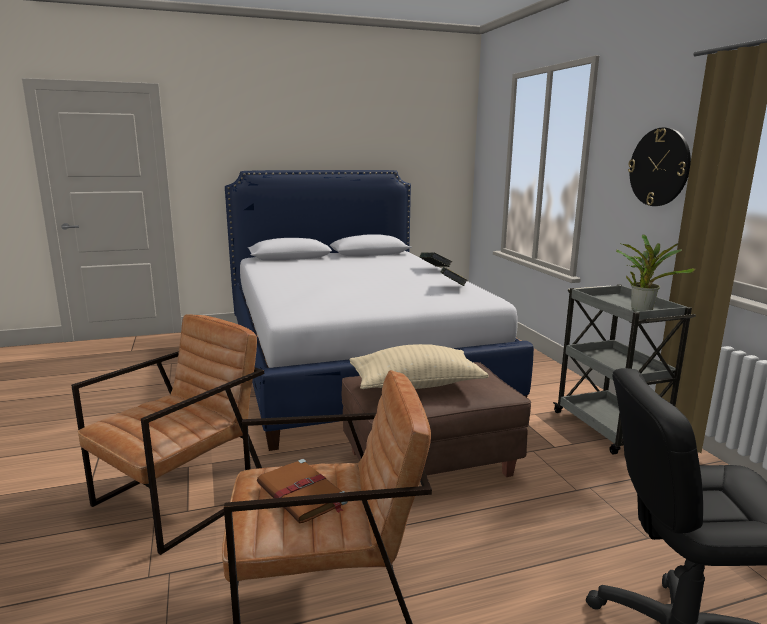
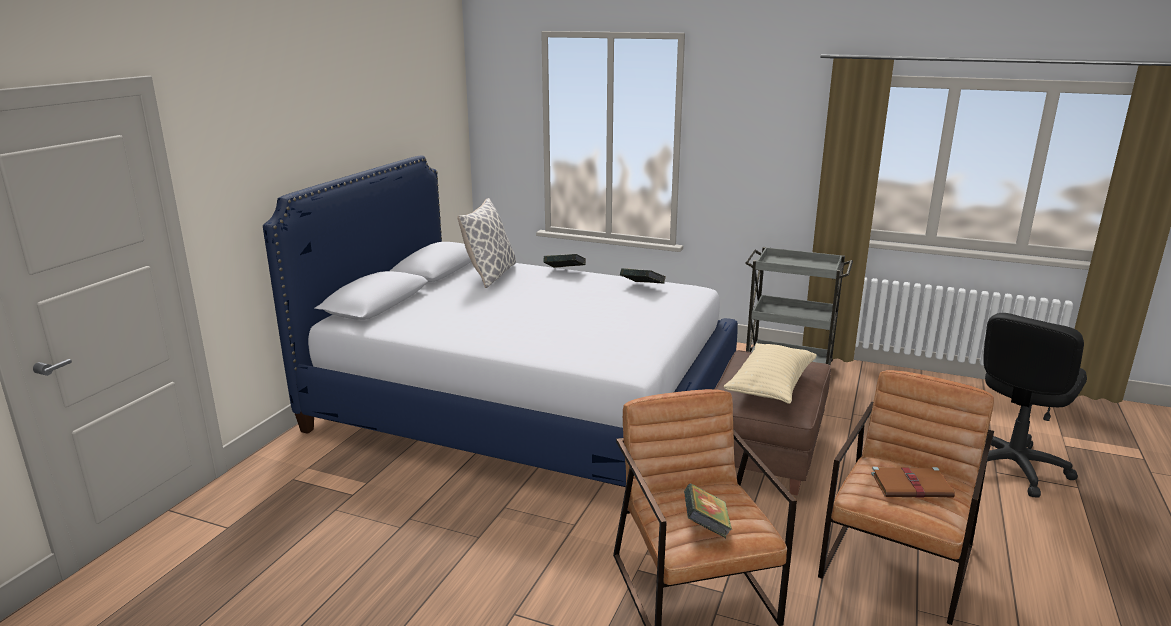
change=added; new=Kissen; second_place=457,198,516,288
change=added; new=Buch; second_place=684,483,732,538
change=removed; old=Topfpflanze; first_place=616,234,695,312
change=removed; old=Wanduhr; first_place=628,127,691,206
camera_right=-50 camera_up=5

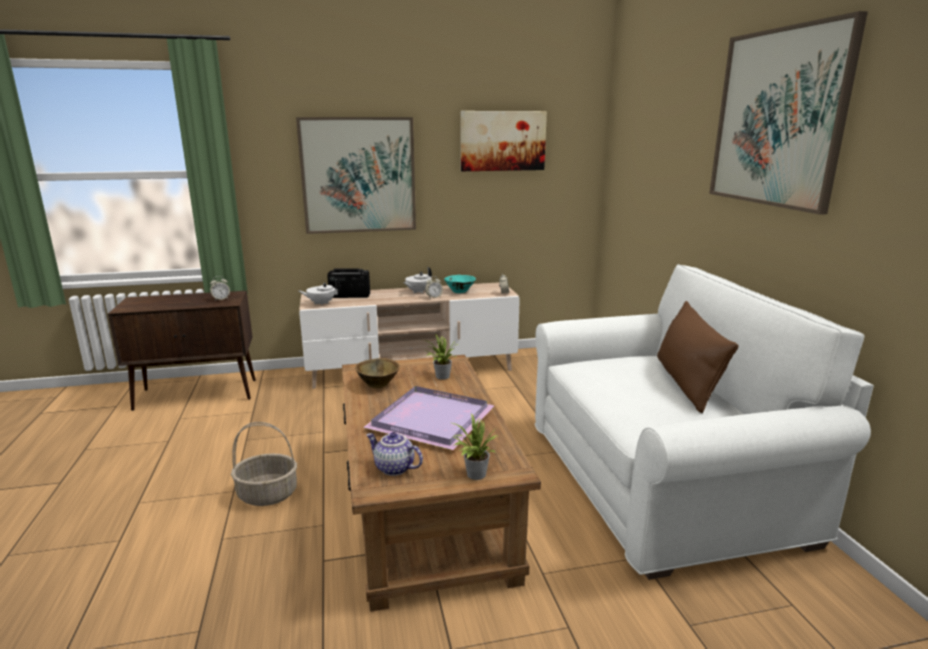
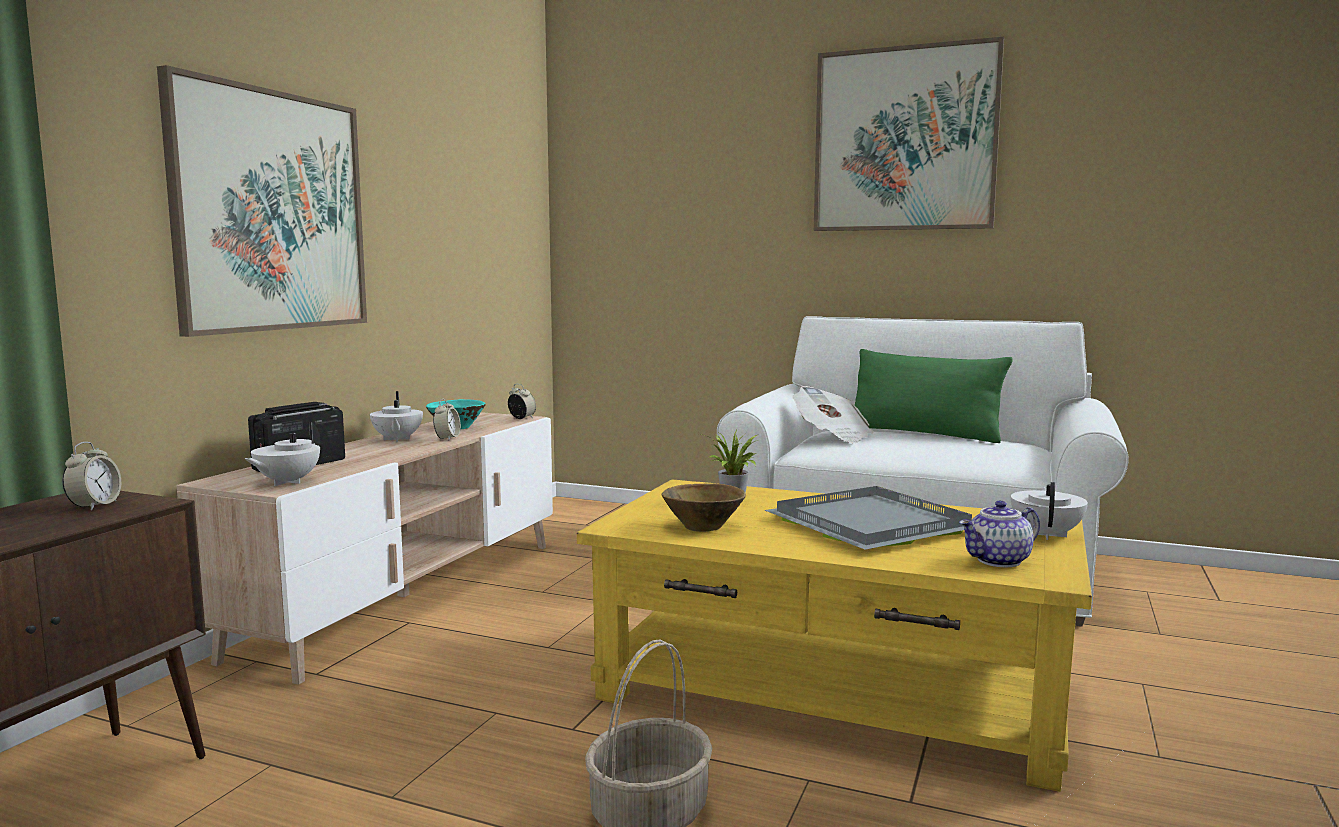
change=recoloured; old=Couchtisch [braun]; new=Couchtisch [gelb]; first_place=342,355,541,612; second_place=577,479,1092,792
change=recoloured; old=Tablett [lila]; new=Tablett [grau]; first_place=363,386,494,450; second_place=765,486,972,550
change=added; new=Zeitung; second_place=792,386,874,443
change=recoloured; old=Kissen [braun]; new=Kissen [grün]; first_place=657,301,739,413; second_place=855,349,1013,443
change=replaced; old=Topfpflanze; new=Teekanne [weiß]; first_place=452,413,497,480; second_place=1011,482,1088,540
change=removed; old=Bild; first_place=461,111,547,171
camera_right=-55 camera_up=-10

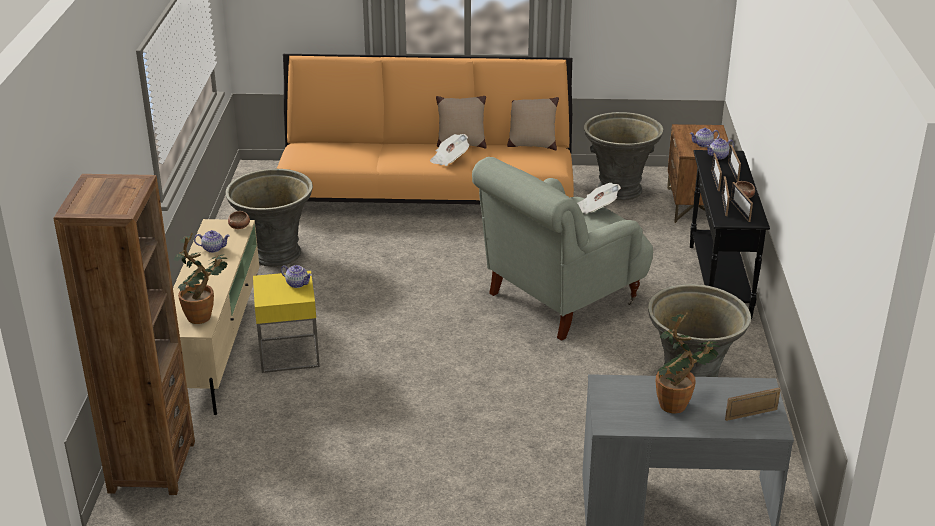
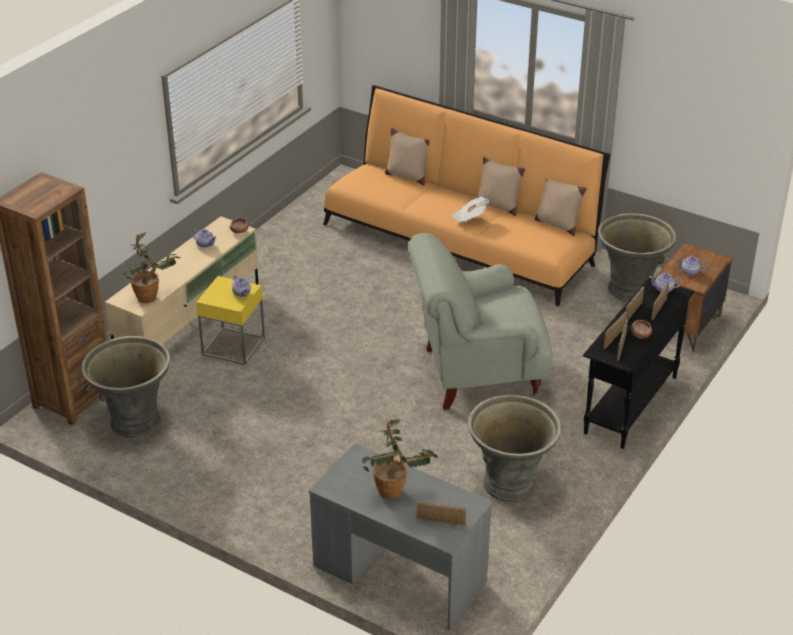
change=moved; old=Pflanzkübel [grau]; first_place=225,169,313,267; second_place=81,336,170,437
change=added; new=Kissen [beige]; second_place=385,128,429,185
change=removed; old=Zeitung; first_place=577,183,621,215
camera_right=30 camera_up=5

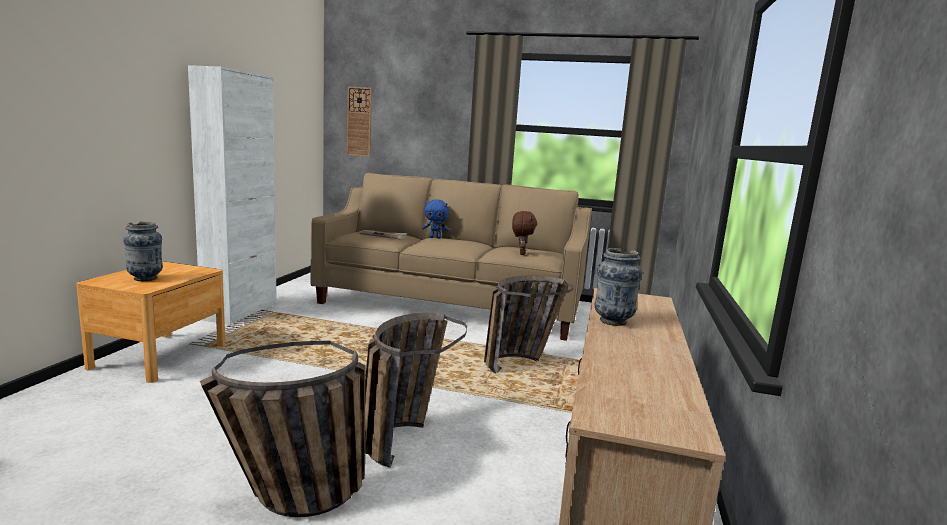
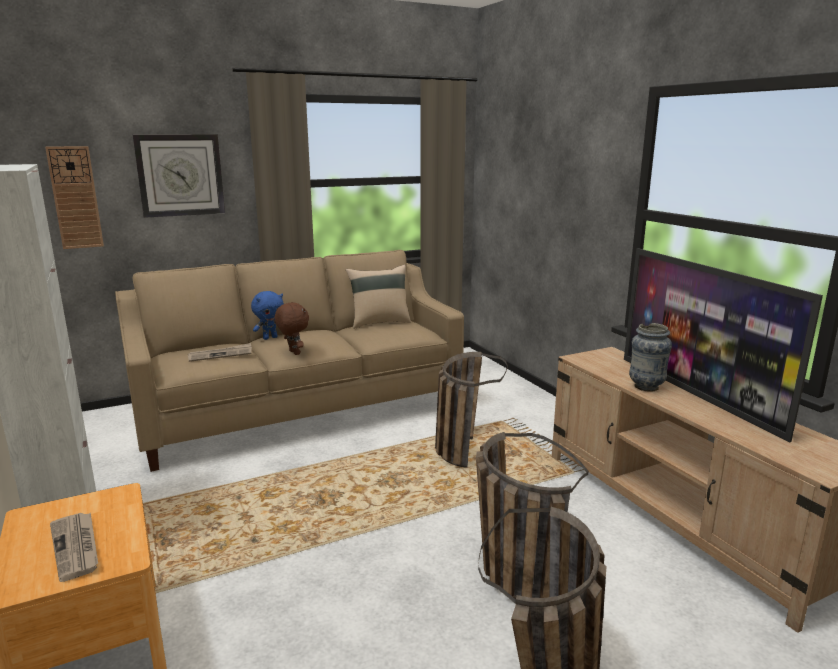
change=replaced; old=Vase; new=Zeitung; first_place=123,221,163,281; second_place=50,513,98,582
change=added; new=Wanduhr; second_place=133,134,225,218
change=moved; old=Plüschtier [braun]; first_place=512,211,537,255; second_place=275,302,309,355
change=added; new=Kissen [beige]; second_place=346,265,411,329
change=added; new=Fernseher; second_place=624,248,823,442
camera_right=-40 camera_up=5

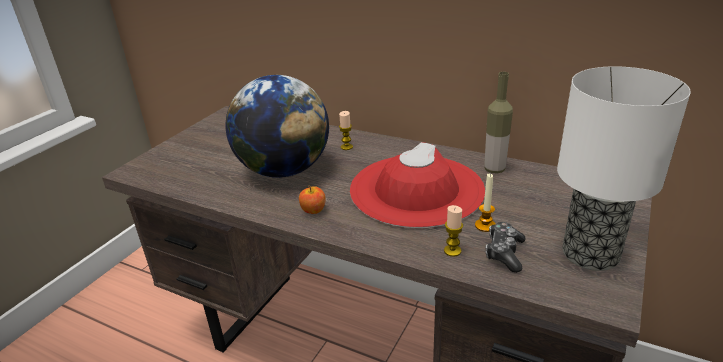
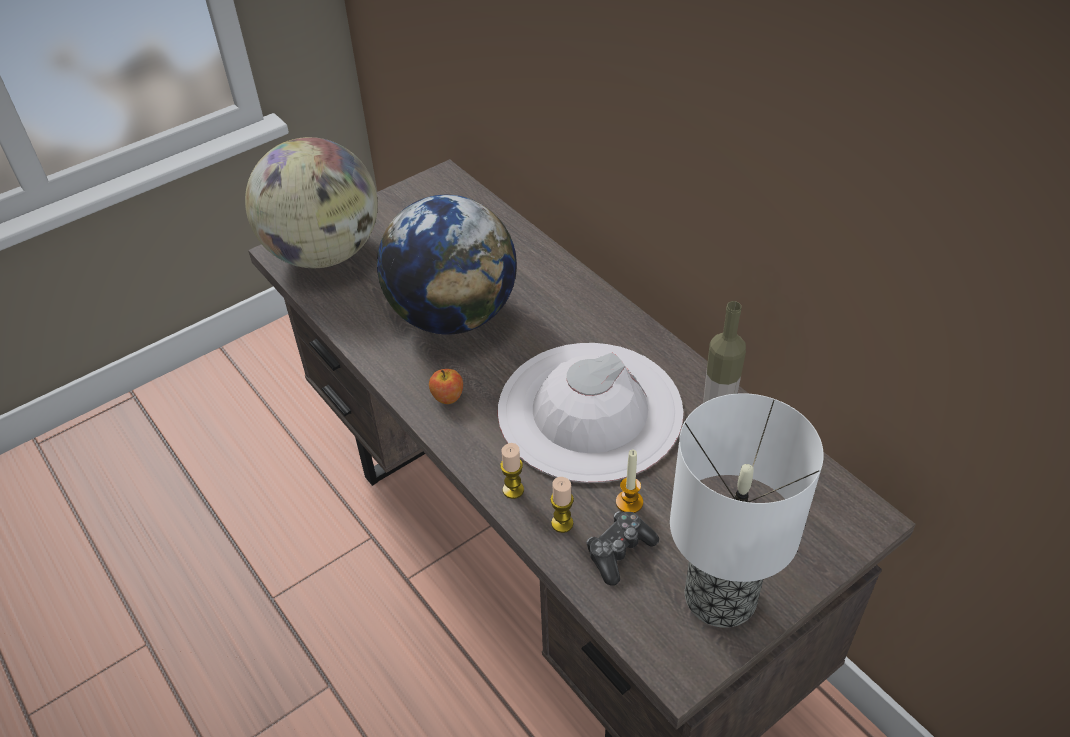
change=added; new=Globus; second_place=245,137,378,268
change=recoloured; old=Hut [rot]; new=Hut [weiß]; first_place=350,142,485,228; second_place=498,343,684,483
change=moved; old=Kerze; first_place=339,111,353,150; second_place=500,443,524,499
camera_right=25 camera_up=15

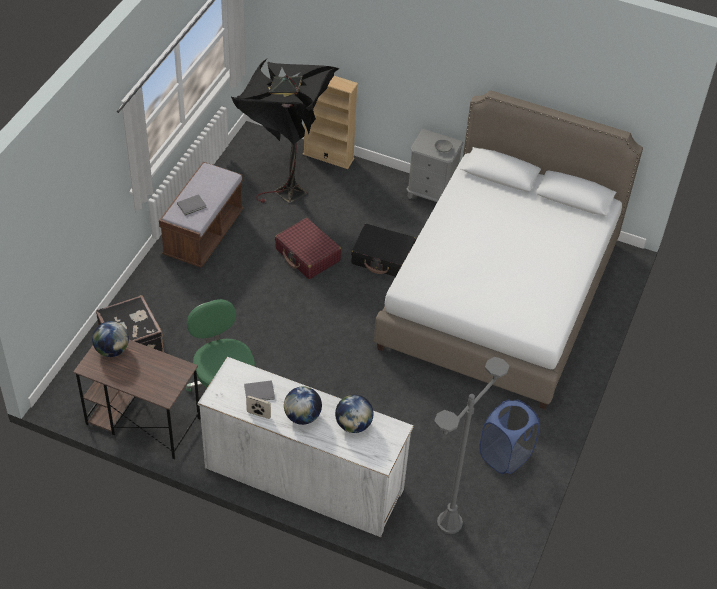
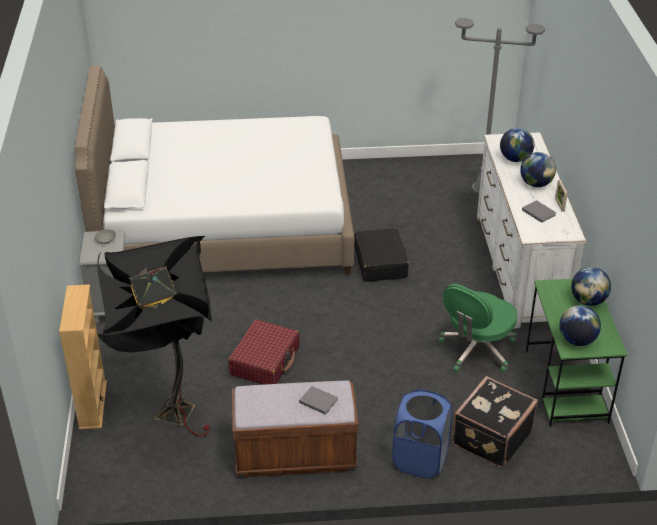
change=moved; old=Koffer [schwarz]; first_place=351,224,416,277; second_place=354,228,409,282
change=moved; old=Wäschekorb [blau]; first_place=479,400,540,474; second_place=392,389,453,478
change=recoloured; old=Schreibtisch [braun]; new=Schreibtisch [grün]; first_place=73,340,201,459; second_place=526,279,627,427
change=added; new=Globus; second_place=571,267,611,306
camera_right=-115 camera_up=-10

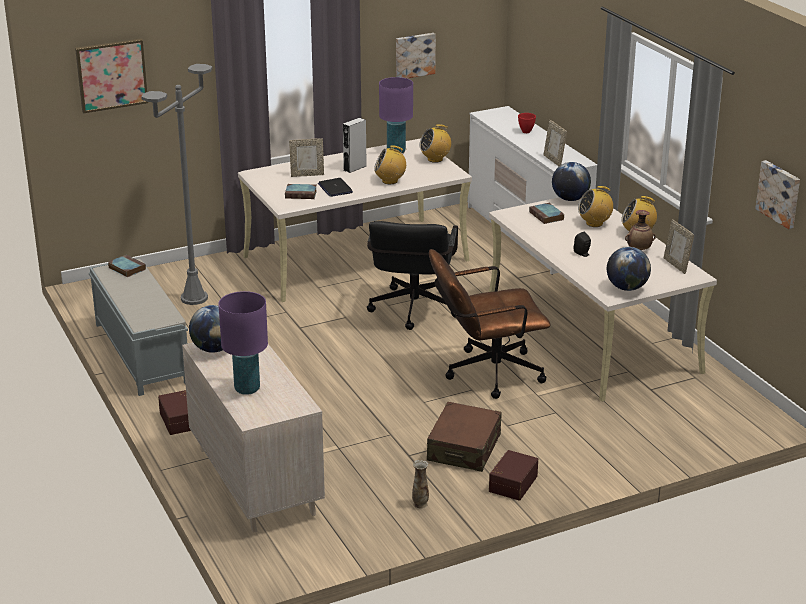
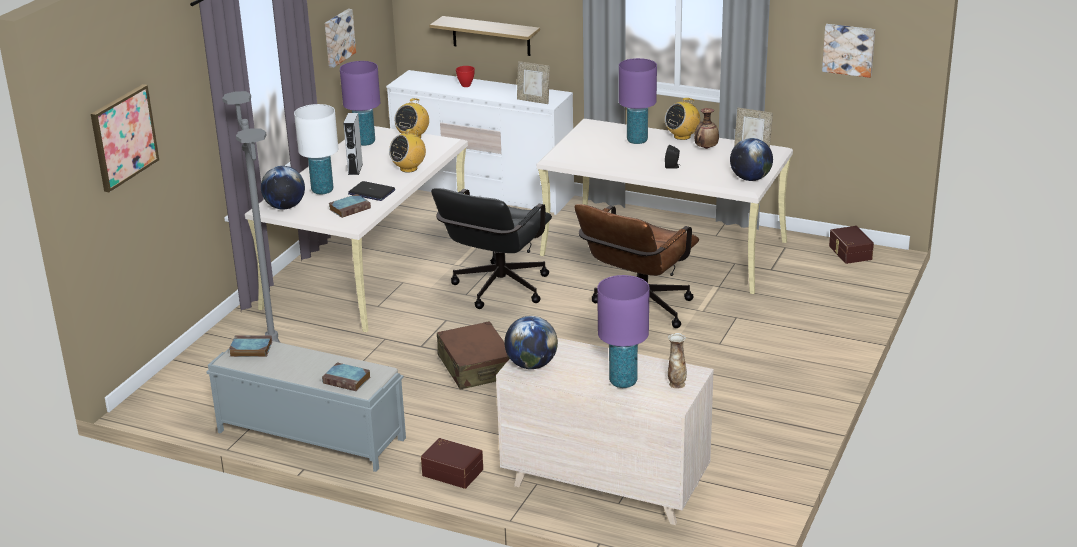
change=moved; old=Globus; first_place=552,162,591,201; second_place=261,166,305,210
change=replaced; old=Bilderrahmen; new=Tischlampe [weiß]; first_place=289,138,324,177; second_place=294,104,338,195
change=moved; old=Buch; first_place=529,203,564,224; second_place=322,362,370,391
change=added; new=Wandregal; second_place=430,16,540,56
change=turned; old=Bürostuhl [schwarz]; first_place=367,221,458,330; second_place=431,188,552,309; degrees=60
change=moved; old=Koffer [braun]; first_place=427,402,502,472; second_place=437,321,510,390
change=replaced; old=Radio; new=Tischlampe [lila]; first_place=578,186,613,227; second_place=619,58,657,144
change=moved; old=Vase; first_place=412,460,429,508; second_place=668,333,687,389
change=moved; old=Aufbewahrungsbox [braun]; first_place=489,450,538,501; second_place=829,226,874,264
camera_right=-40 camera_up=0

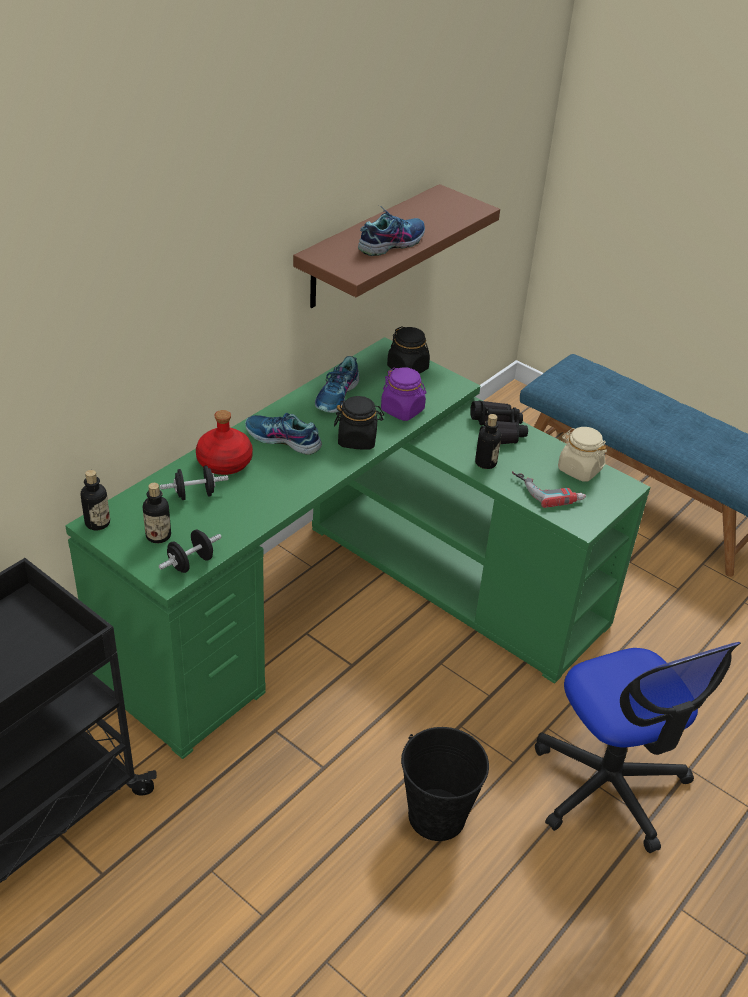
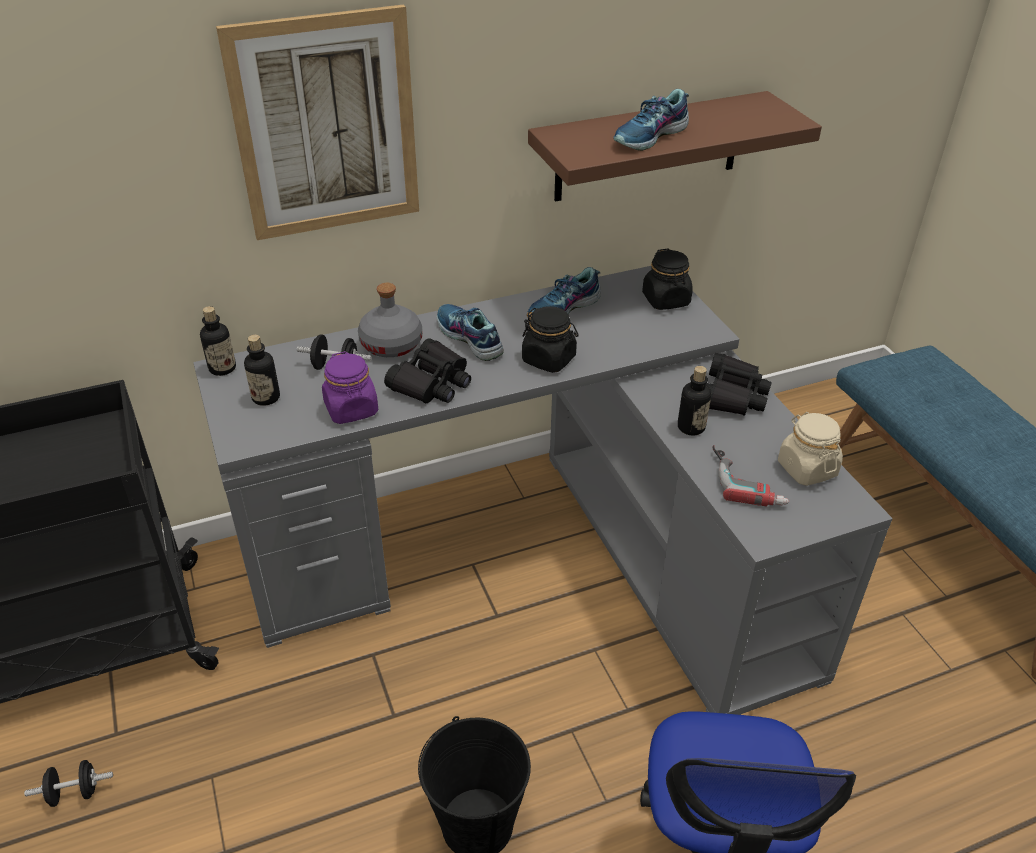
change=moved; old=Hantel [schwarz]; first_place=159,530,222,573; second_place=24,760,113,807
change=recoloured; old=Schreibtisch [grün]; new=Schreibtisch [grau]; first_place=65,337,650,759; second_place=193,266,892,715
change=added; new=Bild; second_place=216,4,419,240
change=moved; old=Vorratsglas [lila]; first_place=381,367,426,421; second_place=322,351,378,424
change=recoloured; old=Flasche [rot]; new=Flasche [grau]; first_place=196,410,253,475; second_place=358,283,422,357
change=added; new=Fernglas [schwarz]; second_place=384,338,471,403
change=turned; old=Schuh; first_place=358,205,425,256; second_place=614,89,689,151; degrees=150
camera_right=30 camera_up=0

